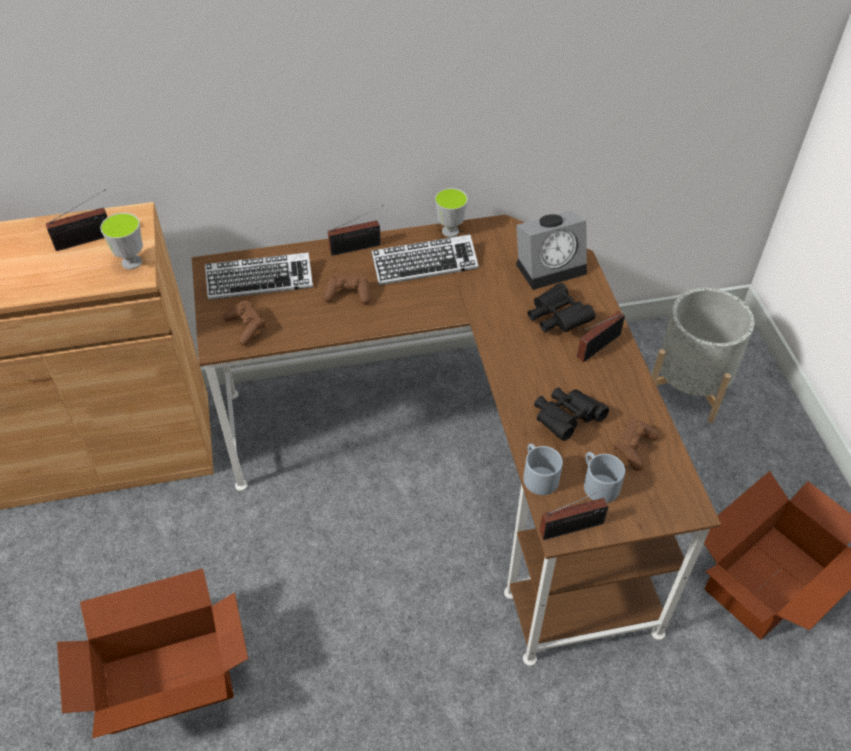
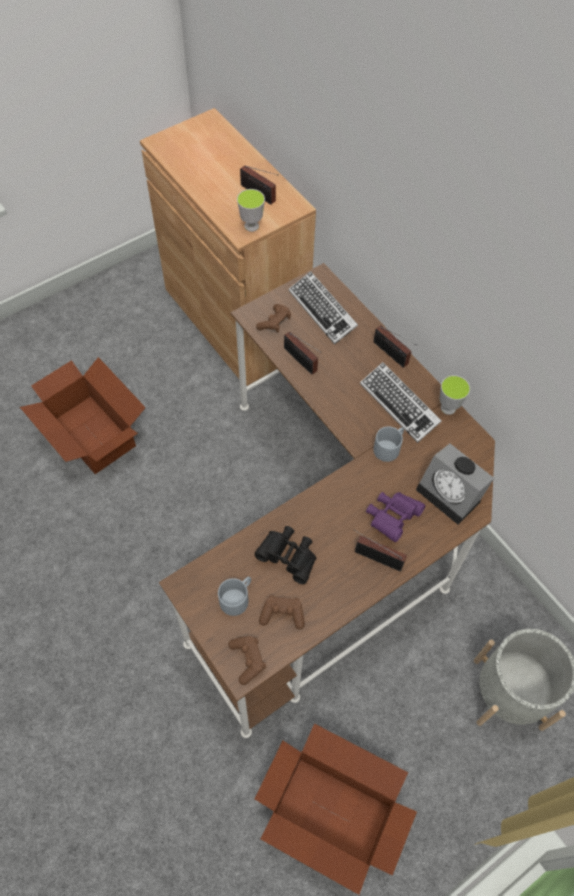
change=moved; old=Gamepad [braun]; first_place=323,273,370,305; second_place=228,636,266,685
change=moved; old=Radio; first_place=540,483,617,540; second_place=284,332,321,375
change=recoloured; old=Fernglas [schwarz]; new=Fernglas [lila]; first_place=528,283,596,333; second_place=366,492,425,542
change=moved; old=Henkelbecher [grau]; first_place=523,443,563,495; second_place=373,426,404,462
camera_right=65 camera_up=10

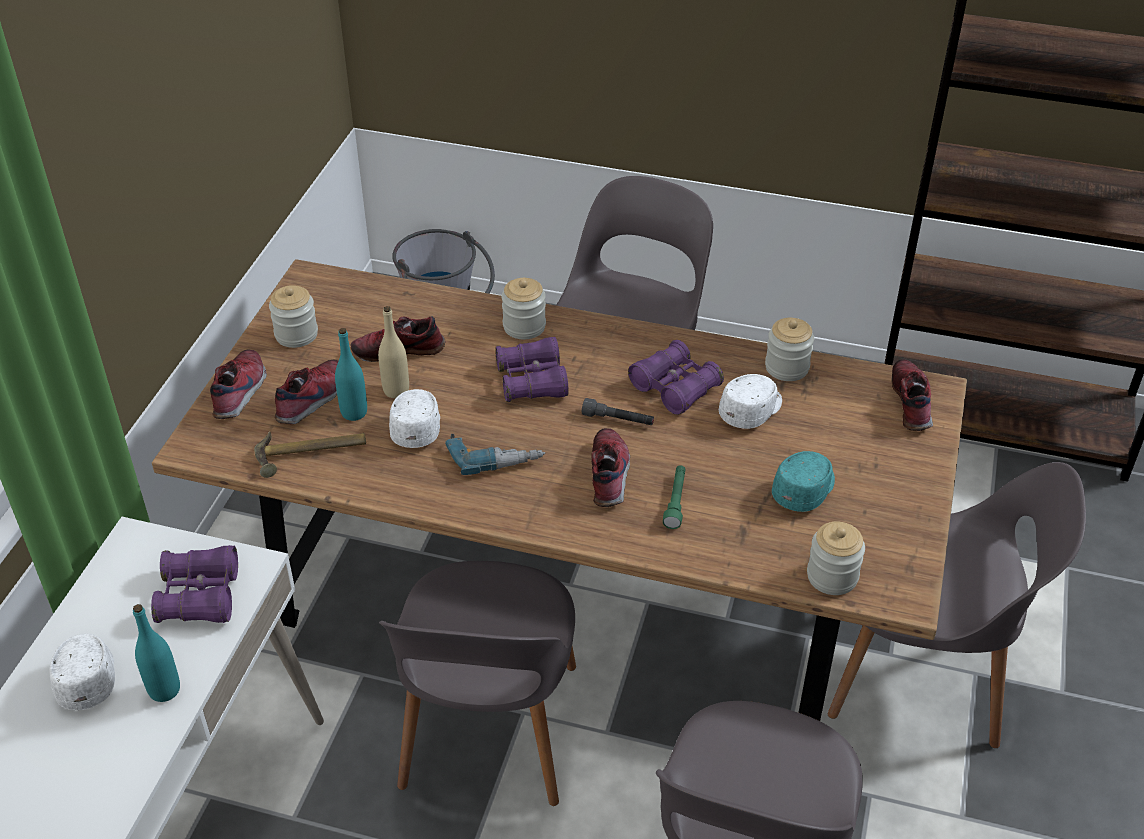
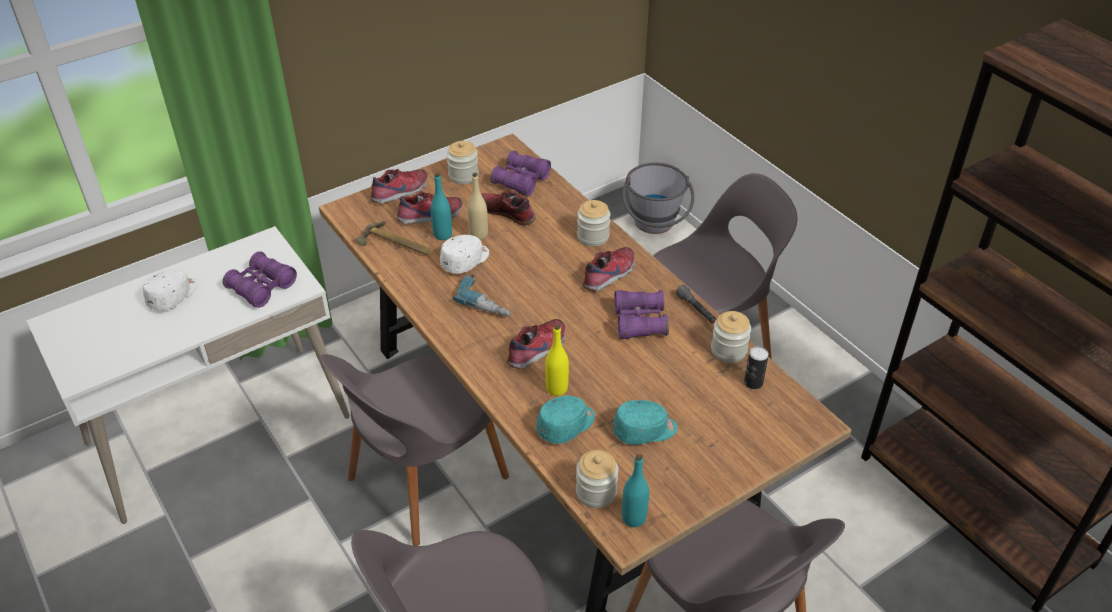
change=moved; old=Fernglas [lila]; first_place=495,337,569,402; second_place=490,150,551,196
change=added; new=Kappe [türkis]; second_place=537,396,595,444
change=replaced; old=Taschenlampe [grün]; new=Flasche [gelb]; first_place=663,465,686,529; second_place=545,325,569,396
change=moved; old=Schuh; first_place=891,360,933,431; second_place=583,247,635,291
change=moved; old=Flasche [türkis]; first_place=133,604,180,702; second_place=622,454,649,527
change=moved; old=Taschenlampe [grau]; first_place=582,398,654,425; second_place=676,285,716,324
change=added; new=Dose; second_place=744,346,769,389
change=removed; old=Kappe [weiß]; first_place=719,374,782,429
camera_right=40 camera_up=0

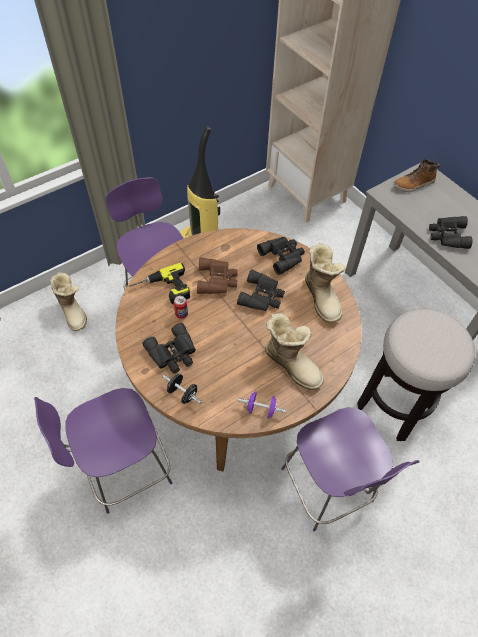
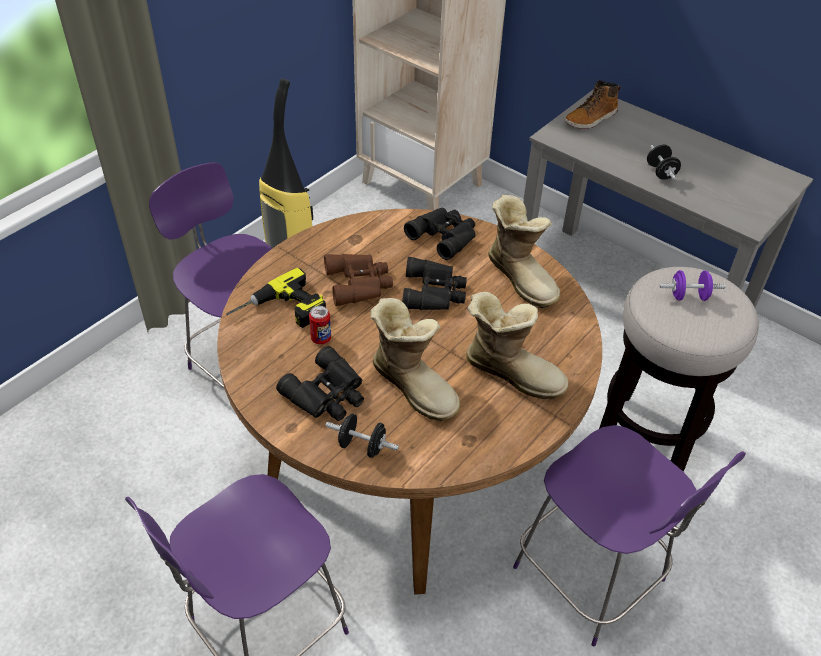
change=moved; old=Stiefel; first_place=50,272,87,331; second_place=370,298,461,421
change=replaced; old=Fernglas [schwarz]; new=Hantel [schwarz]; first_place=429,216,473,249; second_place=647,144,681,180
change=moved; old=Hantel [lila]; first_place=238,391,286,419; second_place=659,270,726,301
camera_right=-15 camera_up=-10

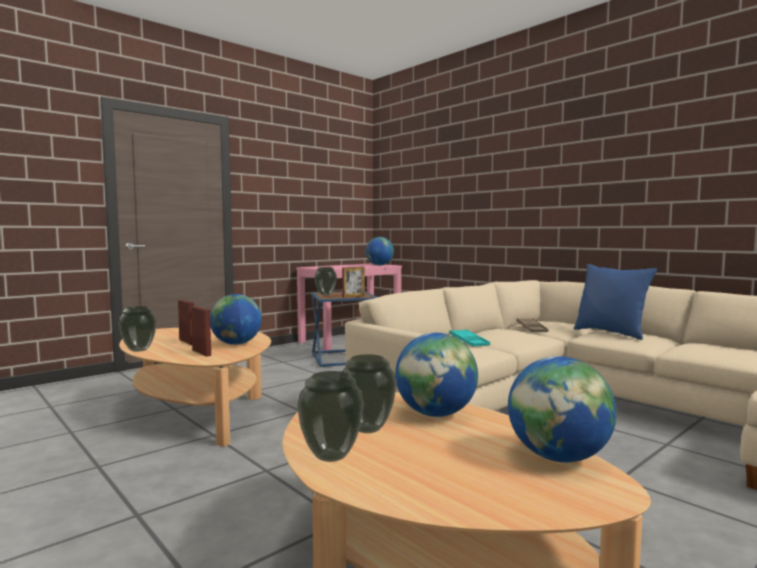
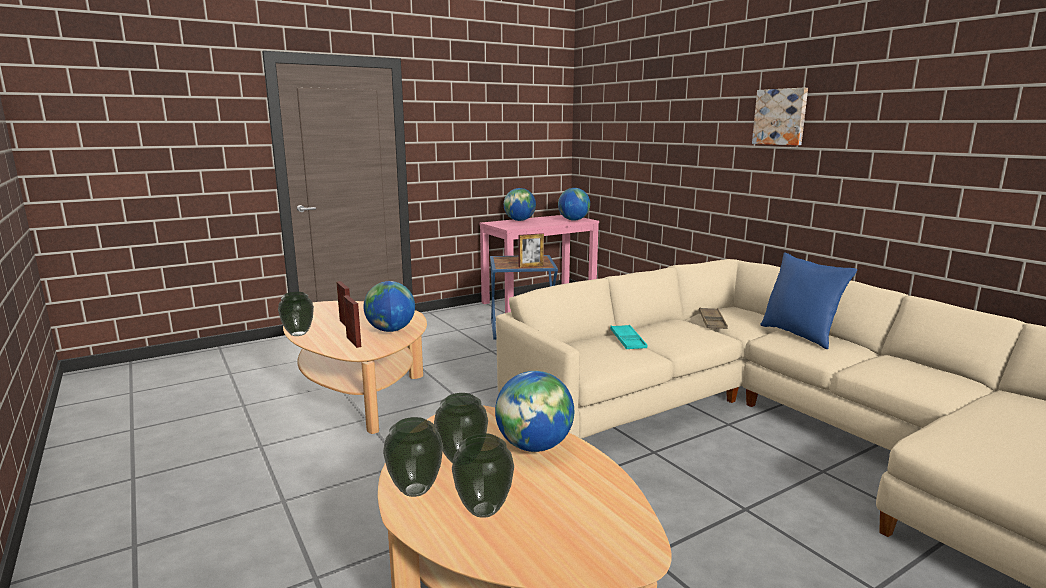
change=moved; old=Vase; first_place=314,267,337,296; second_place=452,433,514,518
change=moved; old=Globus; first_place=508,356,617,462; second_place=504,188,536,221
change=added; new=Bild; second_place=752,88,808,145
camera_right=10 camera_up=10

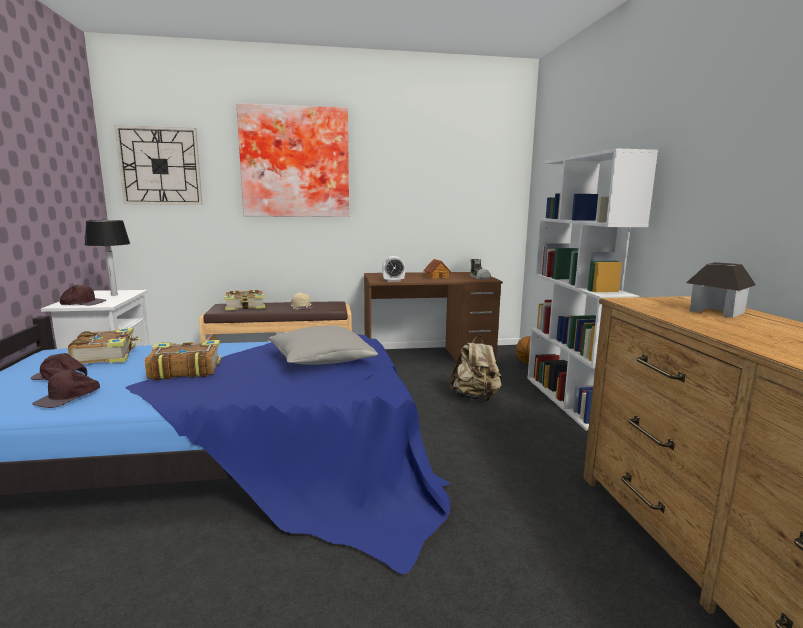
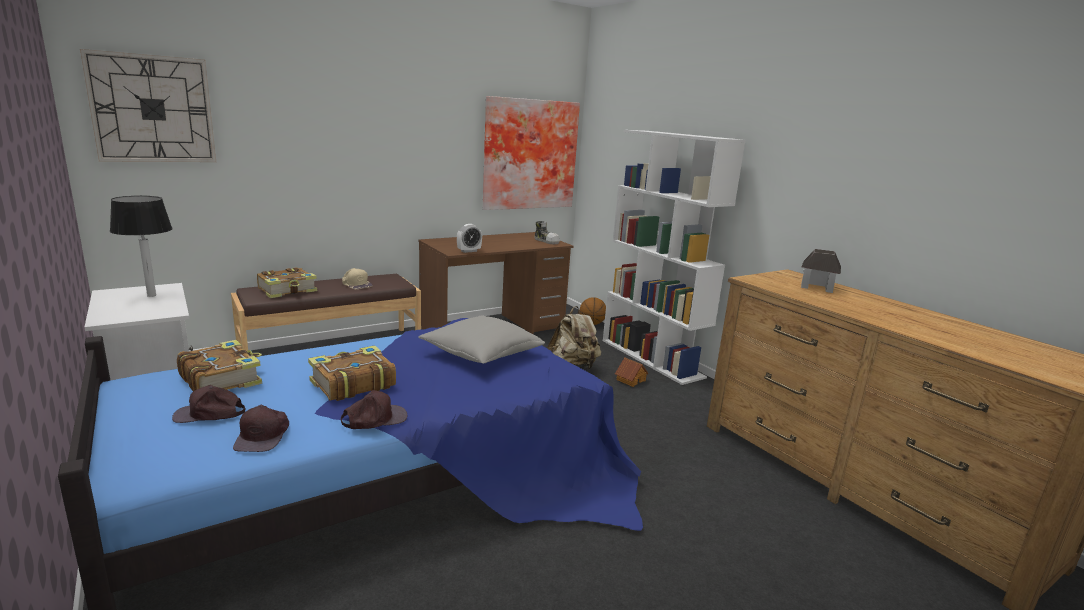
change=moved; old=Kappe [braun]; first_place=59,284,106,305; second_place=341,390,407,429
change=moved; old=Bild; first_place=237,103,349,217; second_place=483,96,580,210
change=moved; old=Spielzeughaus; first_place=423,259,451,279; second_place=615,357,649,387
camera_right=-25 camera_up=5

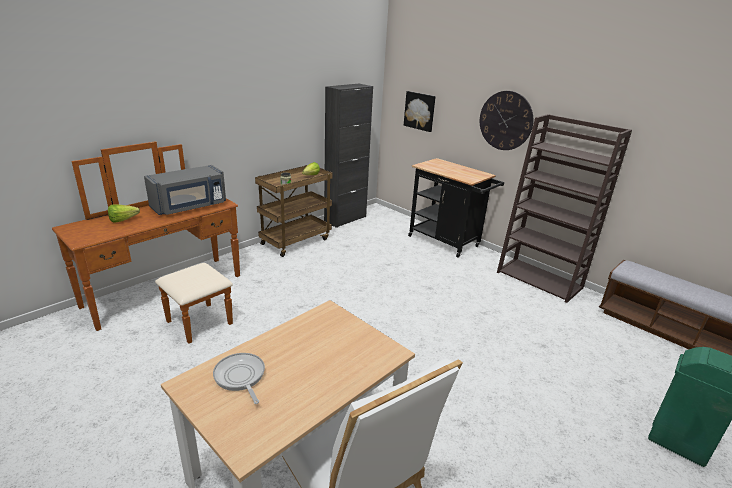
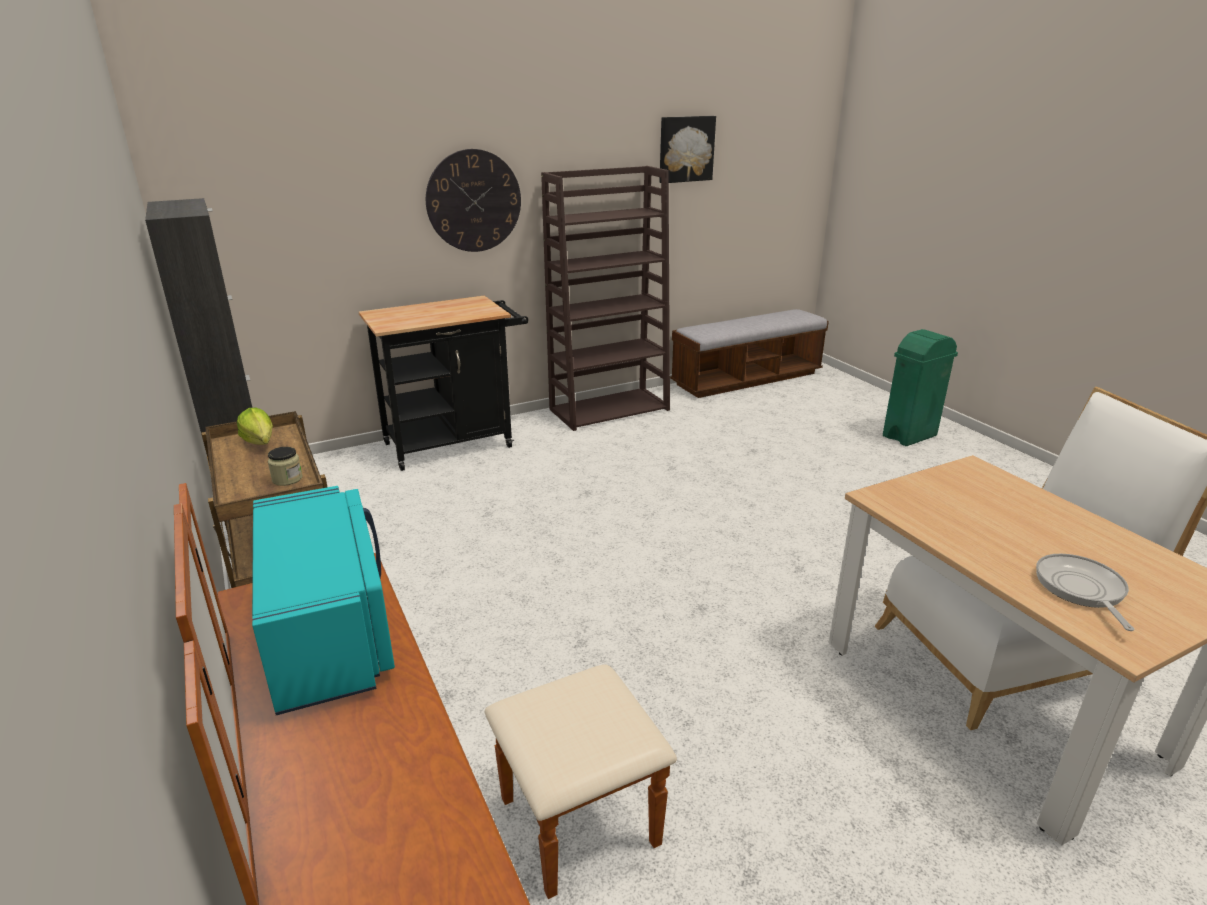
change=recoloured; old=Mikrowelle [grau]; new=Mikrowelle [türkis]; first_place=144,165,226,215; second_place=252,486,395,715
change=moved; old=Bild; first_place=404,91,436,132; second_place=659,116,716,183
change=turned; old=Pfanne; first_place=213,353,265,404; second_place=1036,554,1134,631; degrees=105
change=removed; old=Salatkopf; first_place=108,204,140,223
camera_right=-70 camera_up=0

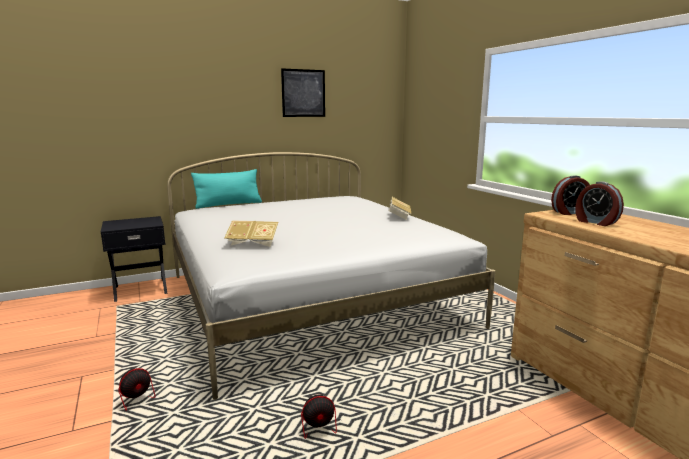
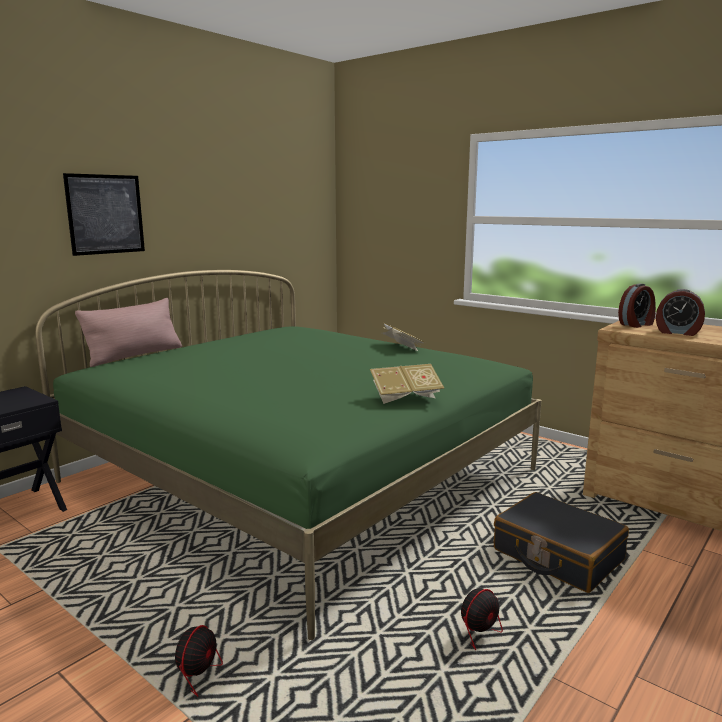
change=recoloured; old=Bett [weiß]; new=Bett [grün]; first_place=167,152,495,400; second_place=35,270,542,640
change=moved; old=Bild; first_place=281,68,325,117; second_place=63,173,145,256
change=recoloured; old=Kissen [türkis]; new=Kissen [rosa]; first_place=191,169,262,209; second_place=75,298,182,367
change=moved; old=Buch; first_place=224,220,278,247; second_place=370,364,444,404
change=added; new=Koffer [schwarz]; second_place=494,492,629,593
camera_right=-25 camera_up=0

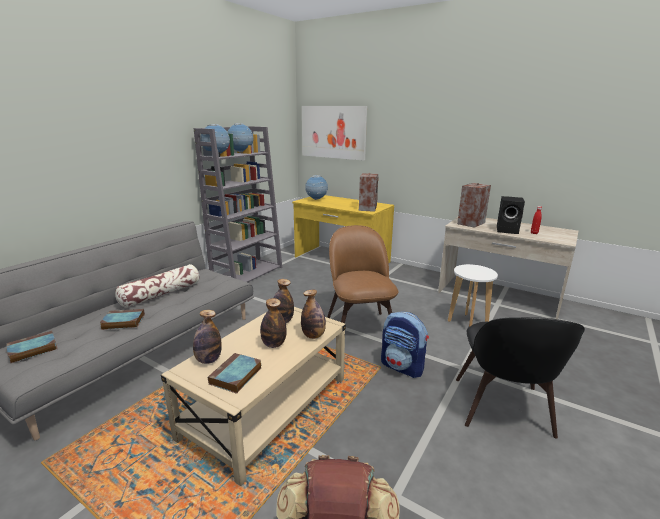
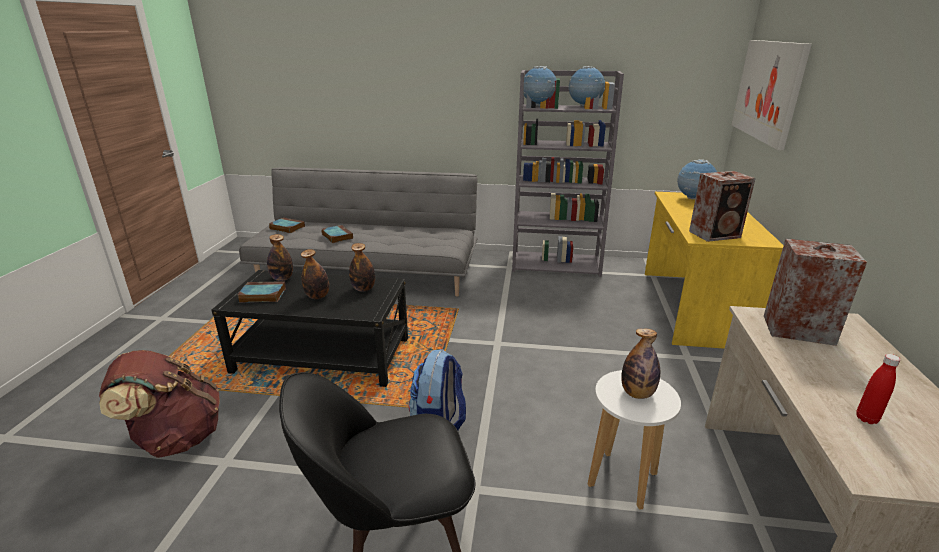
change=recoloured; old=Couchtisch [beige]; new=Couchtisch [schwarz]; first_place=161,307,346,486; second_place=212,270,408,387
change=moved; old=Flasche; first_place=301,290,326,339; second_place=621,328,660,399
change=removed; old=Kissen; first_place=115,264,199,308
change=removed; old=Stuhl [braun]; first_place=327,225,399,323
change=removed; old=Lautsprecher [schwarz]; first_place=497,196,525,234
camera_right=65 camera_up=5

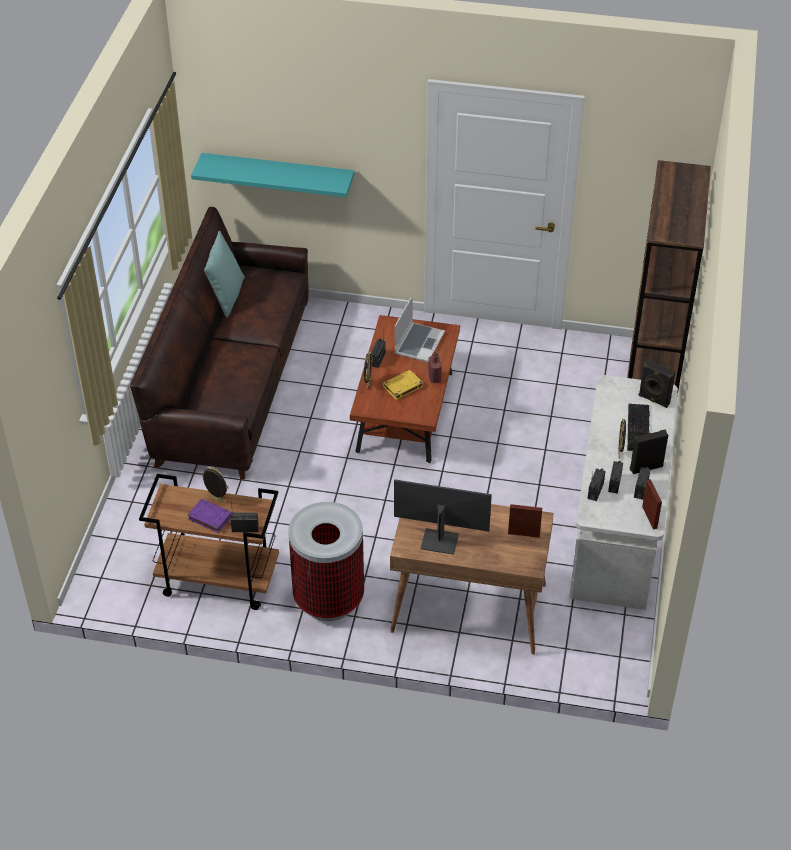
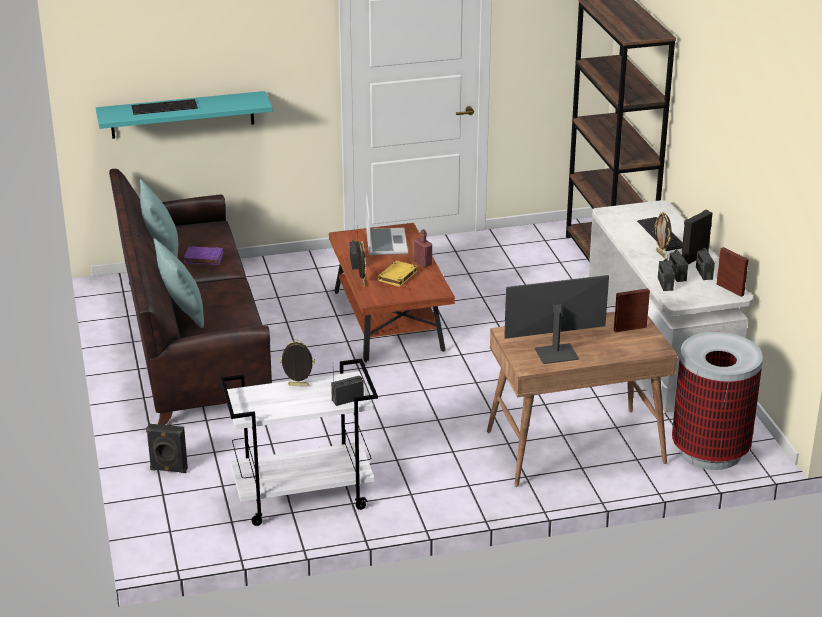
change=added; new=Tastatur; second_place=131,99,198,115
change=moved; old=Lautsprecher [schwarz]; first_place=638,360,675,408; second_place=146,424,188,473
change=added; new=Kissen [türkis]; second_place=153,238,204,328
change=moved; old=Buch [lila]; first_place=187,499,232,533; second_place=184,246,224,265
change=recoloured; old=Rollwagen [braun]; new=Rollwagen [weiß]; first_place=139,474,279,610; second_place=221,359,378,526
change=moved; old=Mülleimer; first_place=288,502,364,621; second_place=672,332,763,470
camera_right=-25 camera_up=-15

